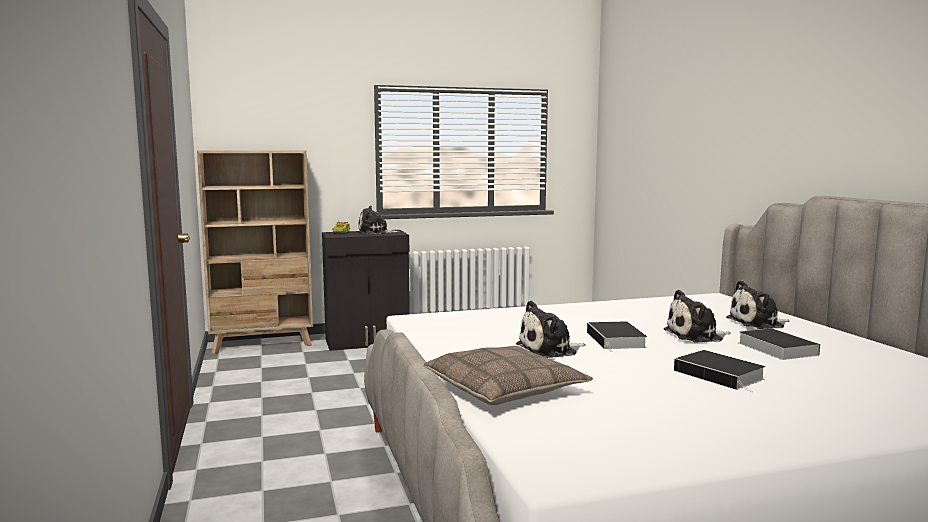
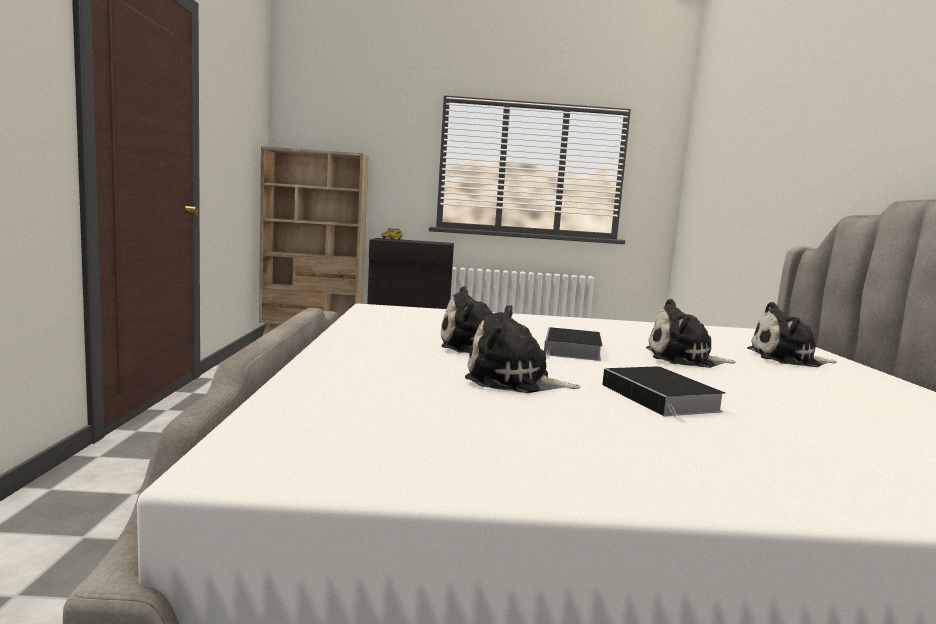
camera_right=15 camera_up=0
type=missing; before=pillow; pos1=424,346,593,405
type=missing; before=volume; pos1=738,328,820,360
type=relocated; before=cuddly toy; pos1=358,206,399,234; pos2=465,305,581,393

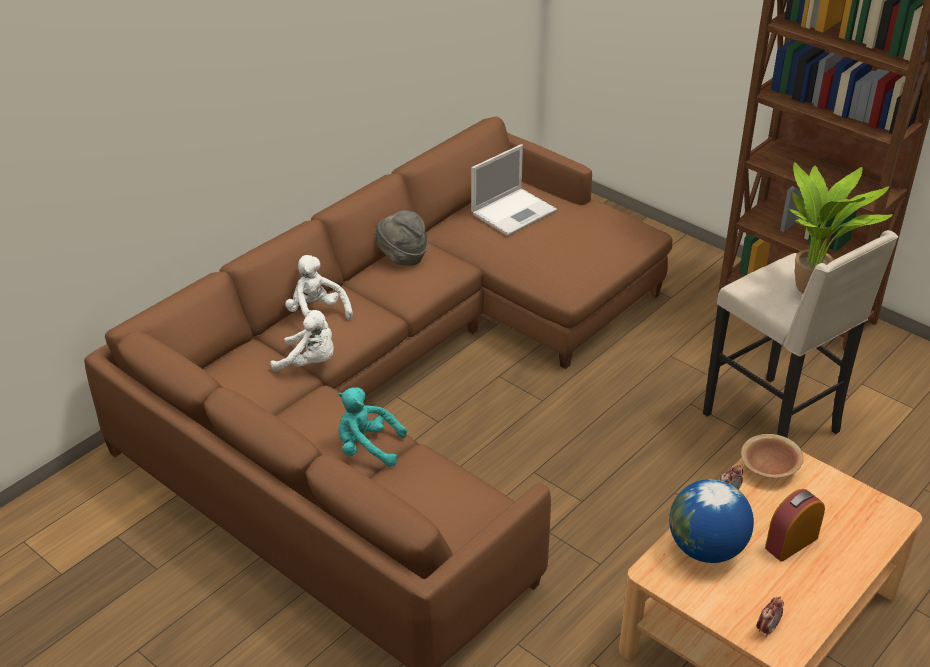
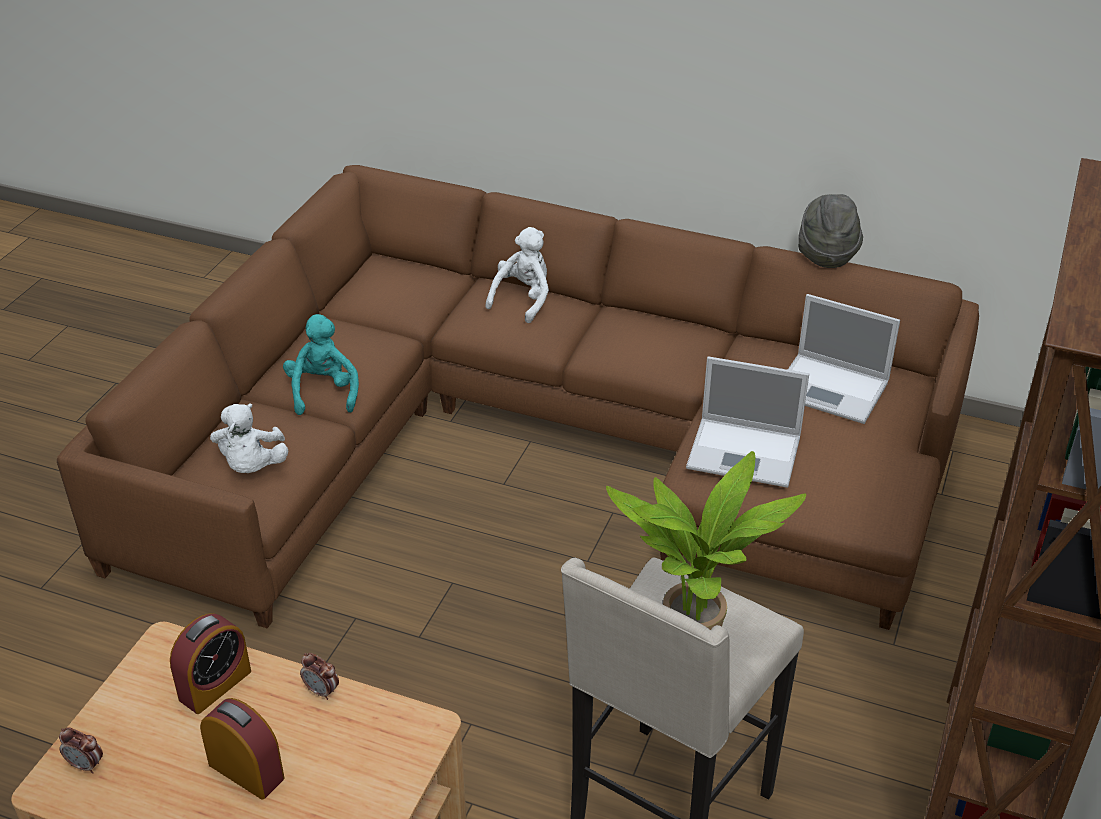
camera_right=70 camera_up=0
type=missing; before=brownish serving bowl; pos1=741,434,803,478
type=appeared; after=notebook computer; pos2=686,356,809,488
type=relocated; before=whitish cuddly toy; pos1=270,310,334,372; pos2=210,403,288,473
type=relocated; before=gray wearable hat; pos1=376,210,428,265; pos2=798,194,863,268
type=exchanged; before=world globe; after=alarm clock; pos1=669,479,754,563; pos2=170,613,251,714

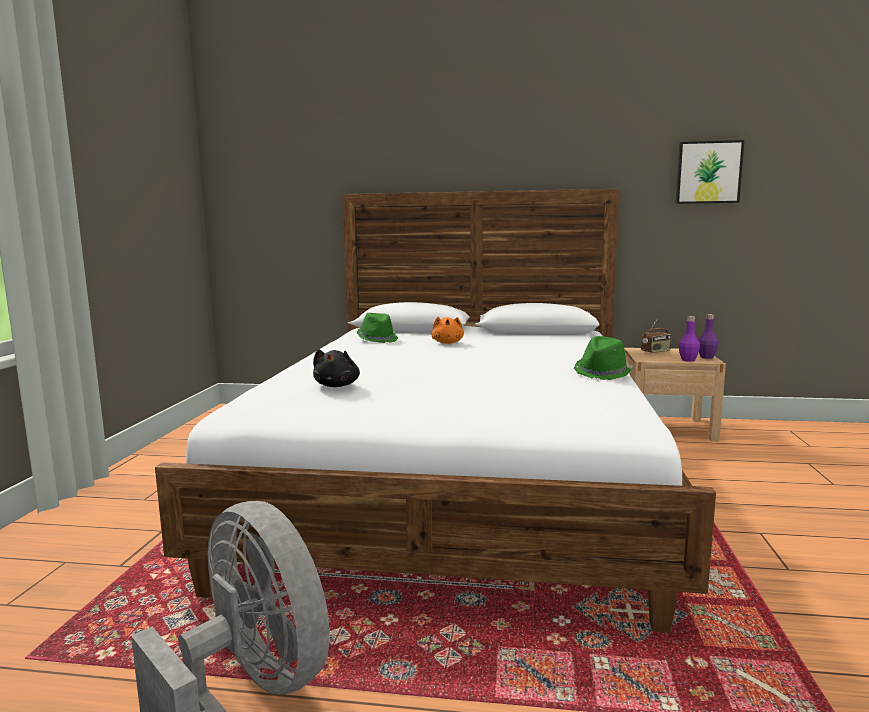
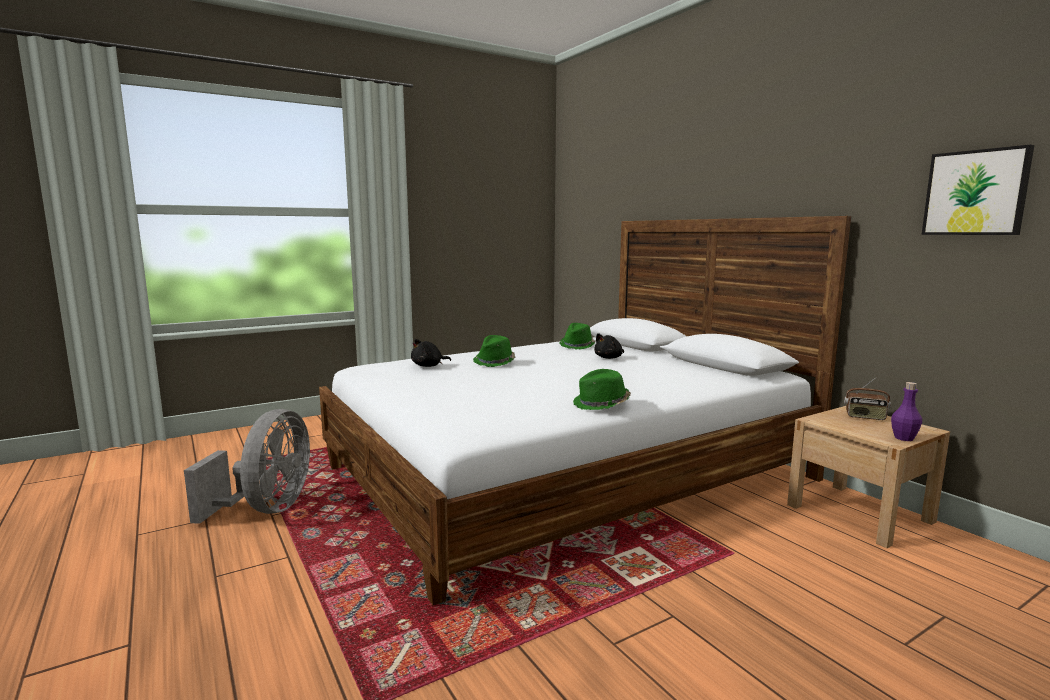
camera_right=50 camera_up=0
type=missing; before=purple beverage bottle; pos1=678,316,700,362
type=appeared; after=greenish wearable hat; pos2=473,335,515,367
type=colour; before=orange cuddly toy; after=black-coloured cuddly toy; pos1=431,317,464,344; pos2=594,333,624,359

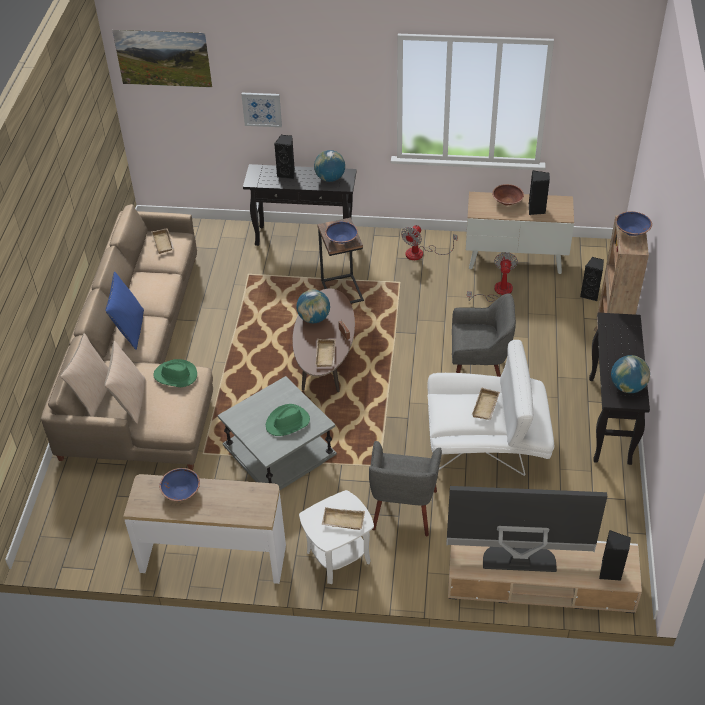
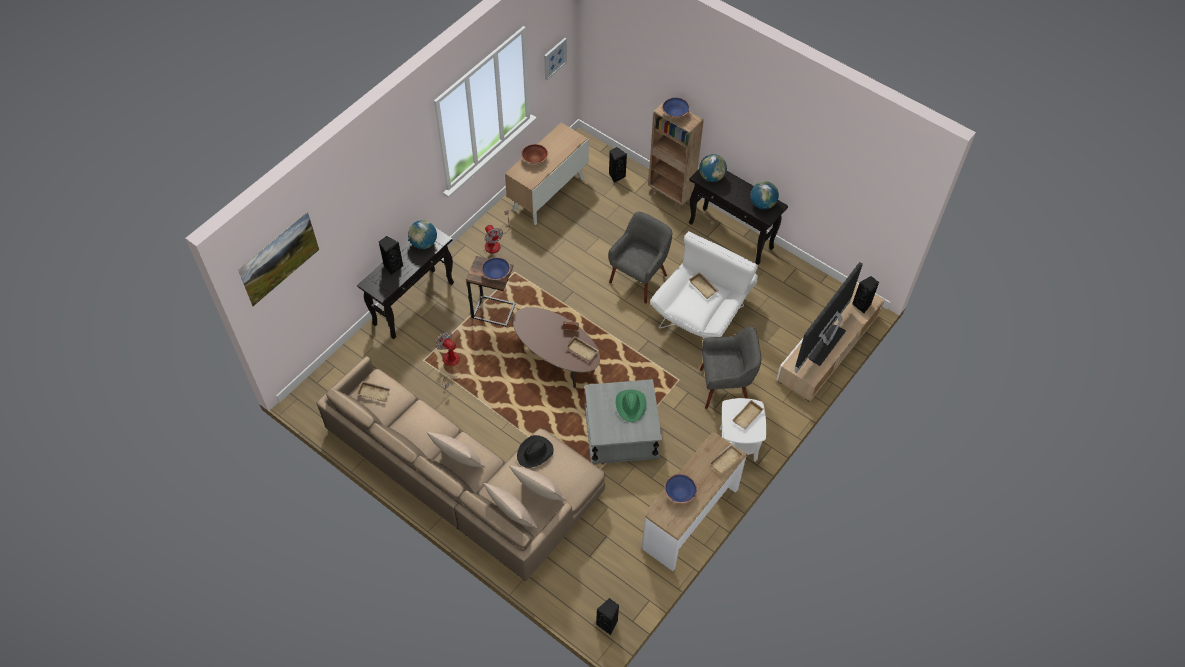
camera_right=-60 camera_up=10
type=appeared; after=beige-coloured carrying tray; pos2=709,444,743,474
type=relocated; before=wall art; pos1=241,93,282,127; pos2=544,38,567,80
type=relocated; before=world globe; pos1=297,290,330,323; pos2=699,154,727,182
type=relocated; before=cooling fan; pos1=467,252,518,302; pos2=436,332,460,390
type=relocated; before=black-coloured speaker; pos1=529,170,550,215; pos2=596,598,619,635
type=colour; before=bluish pillow; after=beige-coloured pillow; pos1=105,271,144,350; pos2=427,432,485,467
type=colour; before=greenish wearable hat; after=black-coloured wearable hat; pos1=153,359,197,387; pos2=517,435,554,468
type=spun; before=gray easy chair; pos1=369,441,442,536; pos2=700,326,761,409; turn=-45

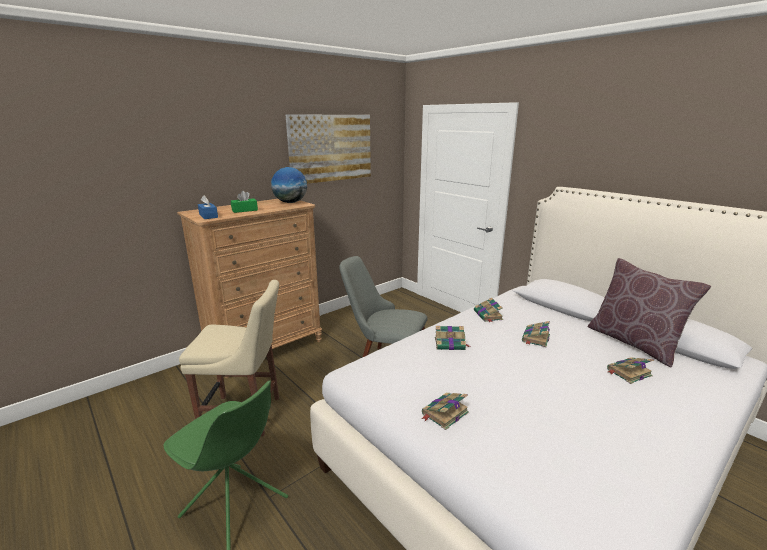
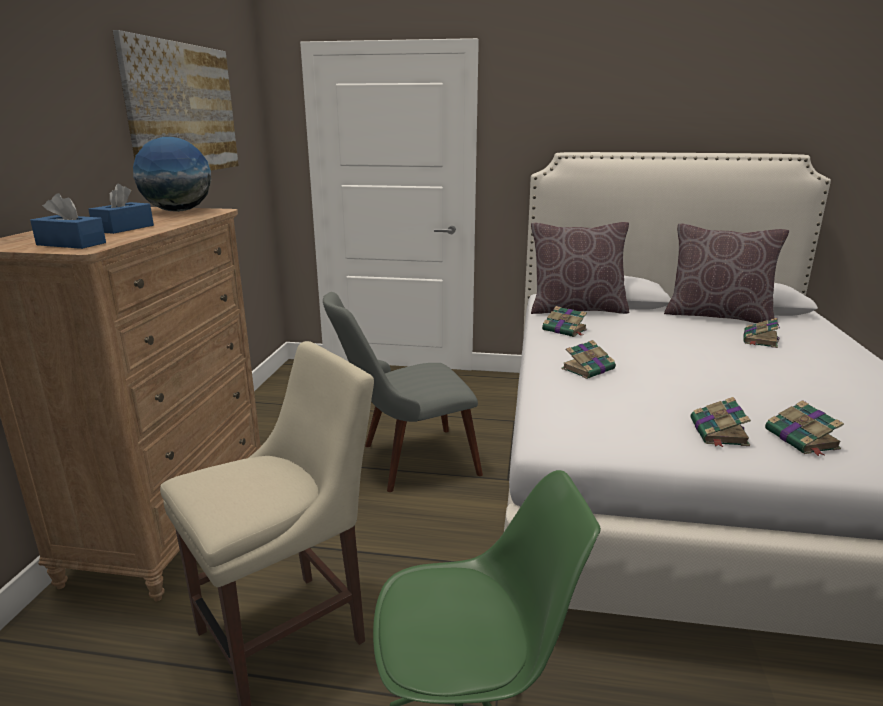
camera_right=-40 camera_up=0
type=appeared; after=brownish pillow; pos2=531,222,629,314
type=relocated; before=volume; pos1=522,321,550,347; pos2=765,400,844,456
type=colour; before=greenish tissue holder; after=bluish tissue holder; pos1=231,191,258,213; pos2=88,184,154,234

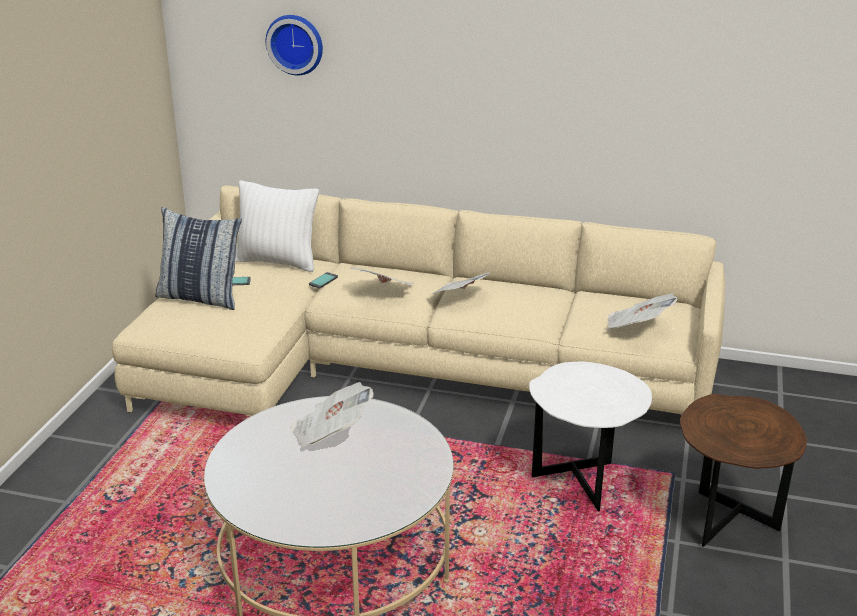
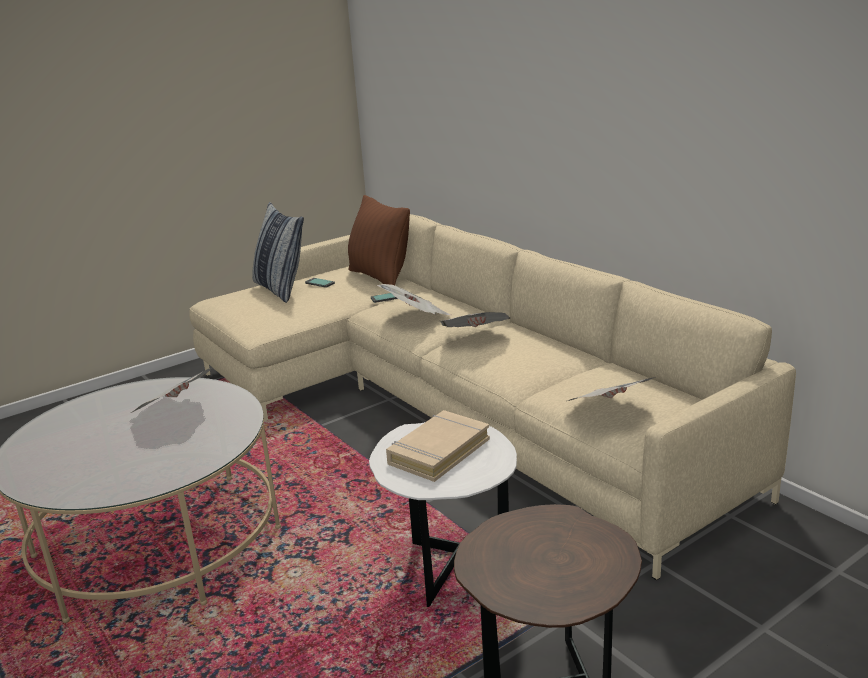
camera_right=40 camera_up=-5
type=missing; before=hanging clock; pos1=266,15,323,75
type=appeared; after=beige-coloured volume; pos2=386,410,490,482
type=colour; before=whitish pillow; after=brownish pillow; pos1=235,180,319,272; pos2=348,195,410,285

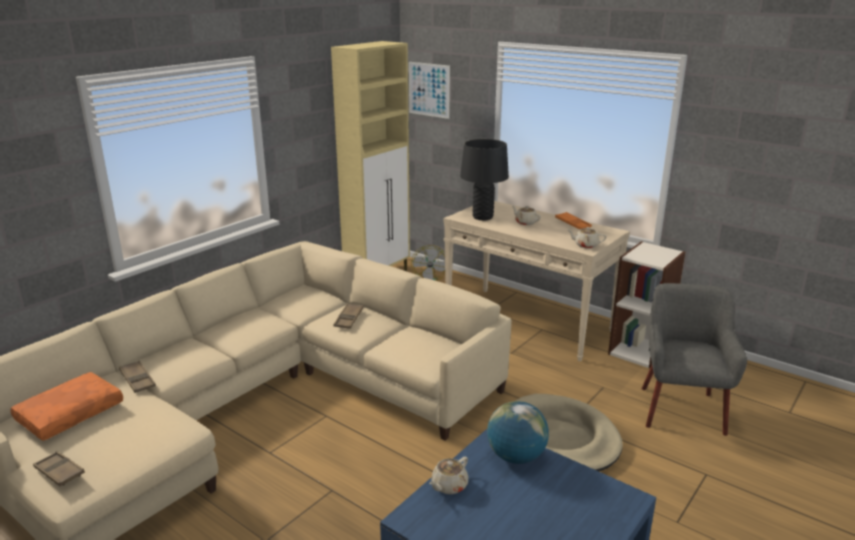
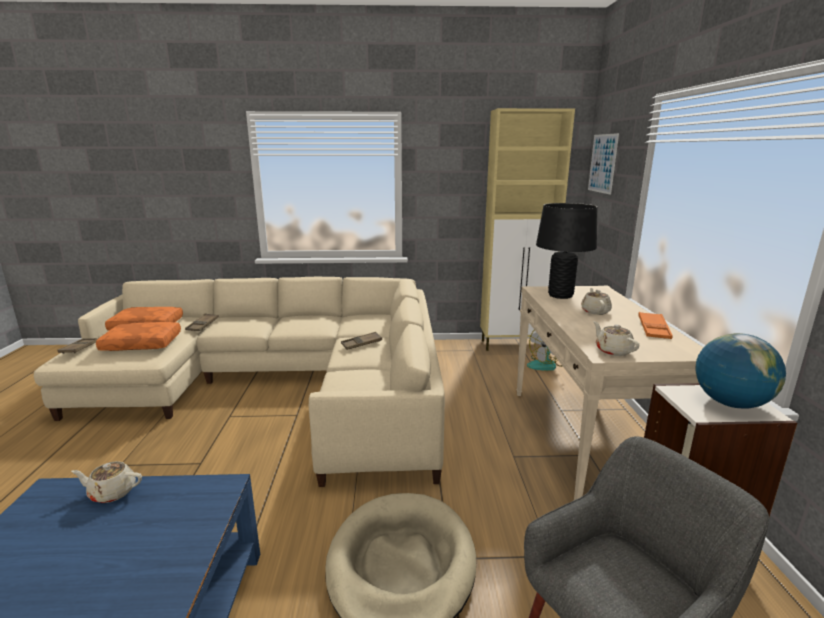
camera_right=50 camera_up=-5
type=appeared; after=orange pillow; pos2=96,322,181,351
type=relocated; before=world globe; pos1=487,401,549,464; pos2=696,333,786,409

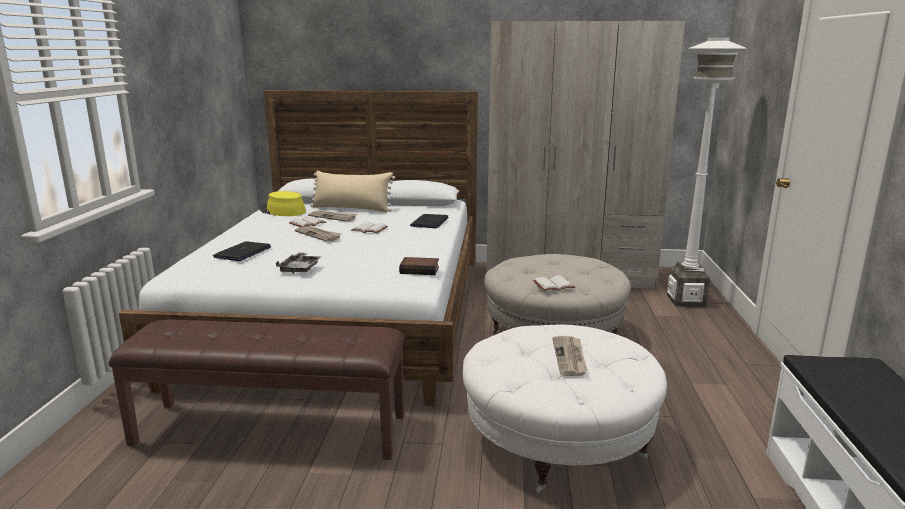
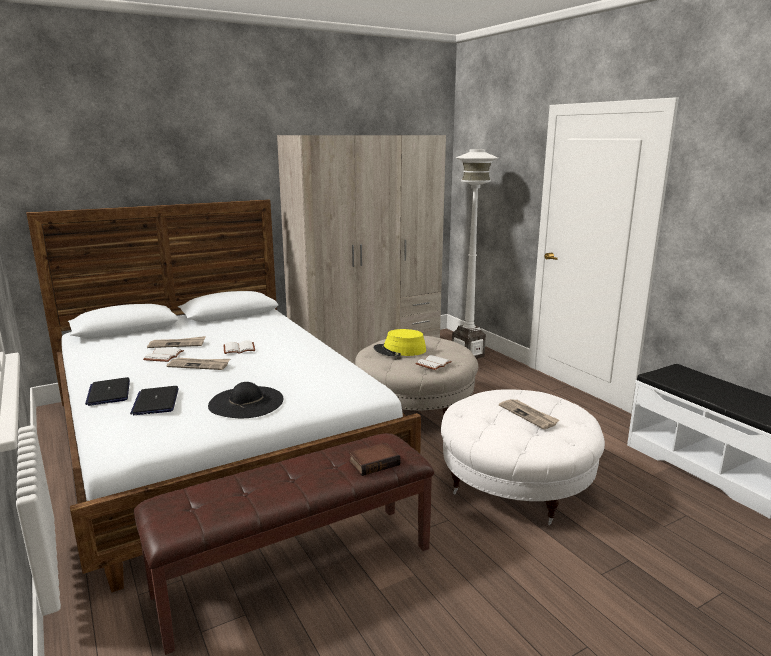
camera_right=-35 camera_up=0
type=missing; before=beige-coloured pillow; pos1=310,171,395,212
type=relocated; before=yellow wearable hat; pos1=260,191,306,216; pos2=373,329,426,356
type=relocated; before=volume; pos1=399,257,439,275; pos2=349,443,401,476
type=relocated; before=notebook computer; pos1=410,214,449,228; pos2=85,377,130,406
type=exchanged; before=gray carrying tray; after=black-coloured wearable hat; pos1=276,252,322,274; pos2=208,382,283,418

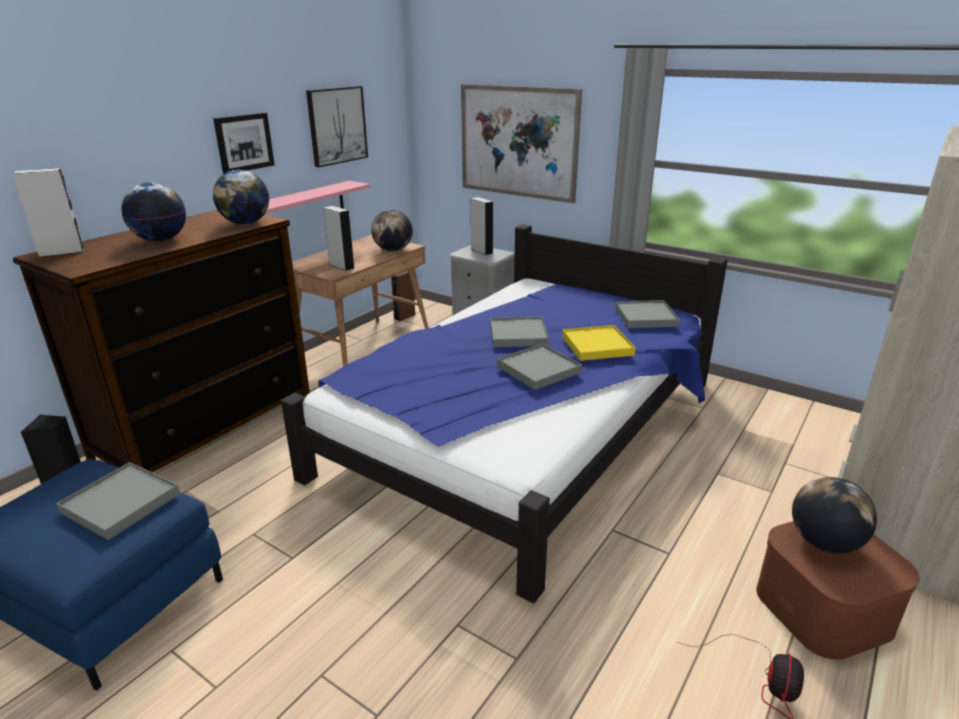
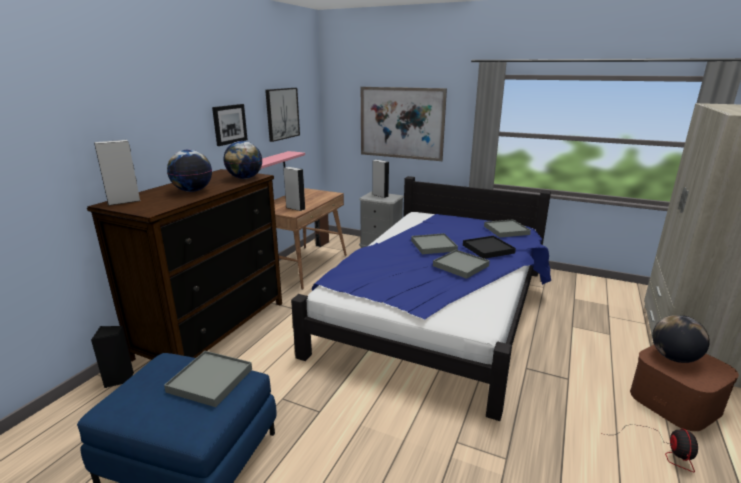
camera_right=-10 camera_up=-5
type=missing; before=world globe; pos1=371,210,413,251
type=colour; before=yellow carrying tray; after=black-coloured carrying tray; pos1=562,325,636,361; pos2=463,236,516,259

